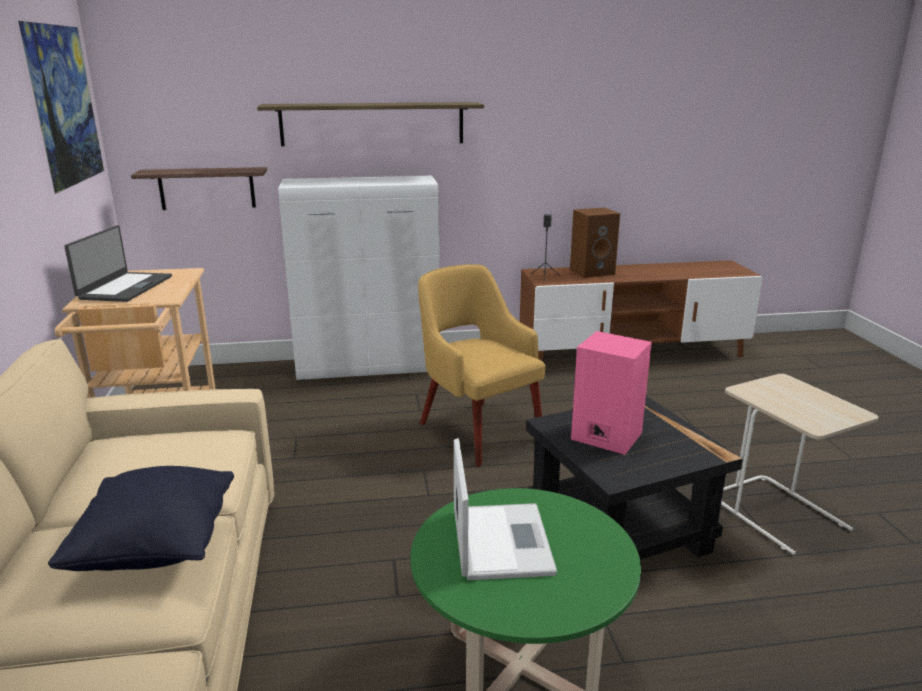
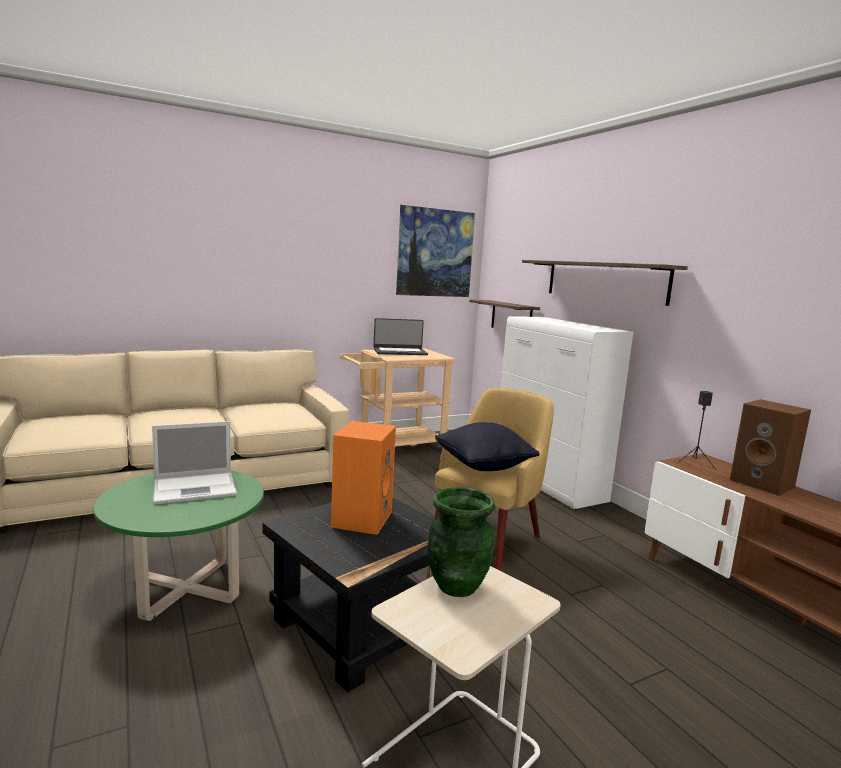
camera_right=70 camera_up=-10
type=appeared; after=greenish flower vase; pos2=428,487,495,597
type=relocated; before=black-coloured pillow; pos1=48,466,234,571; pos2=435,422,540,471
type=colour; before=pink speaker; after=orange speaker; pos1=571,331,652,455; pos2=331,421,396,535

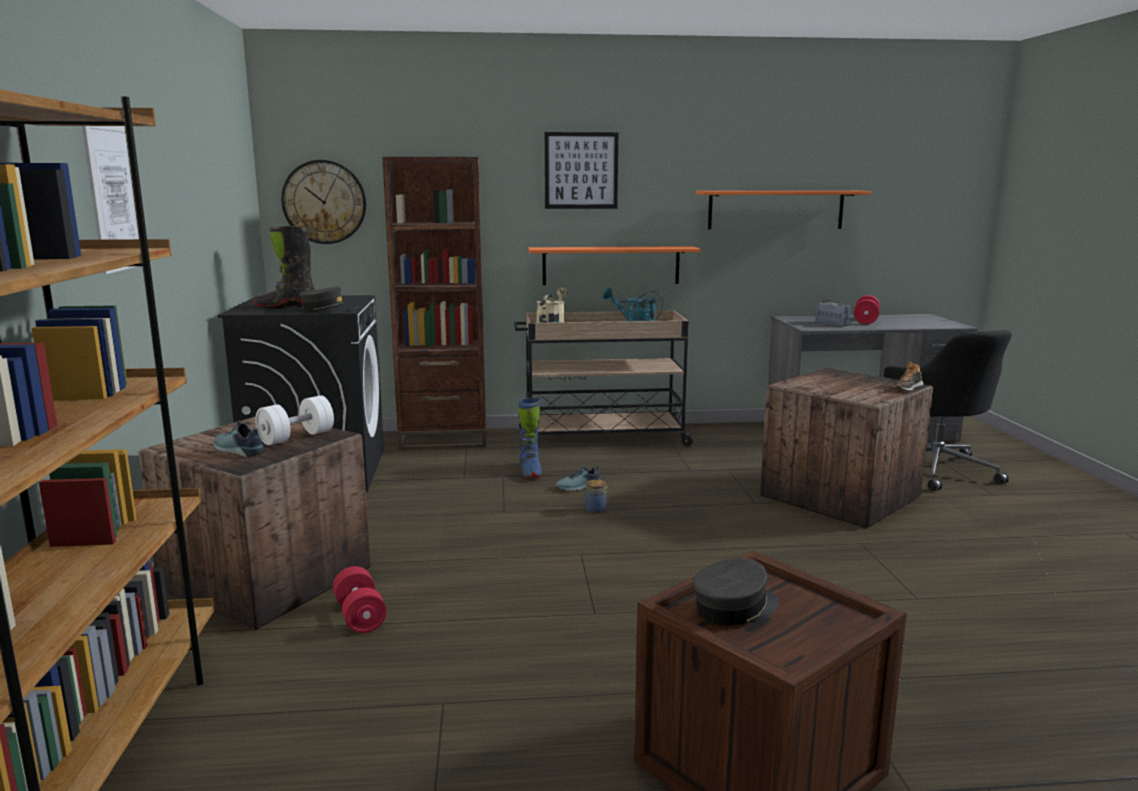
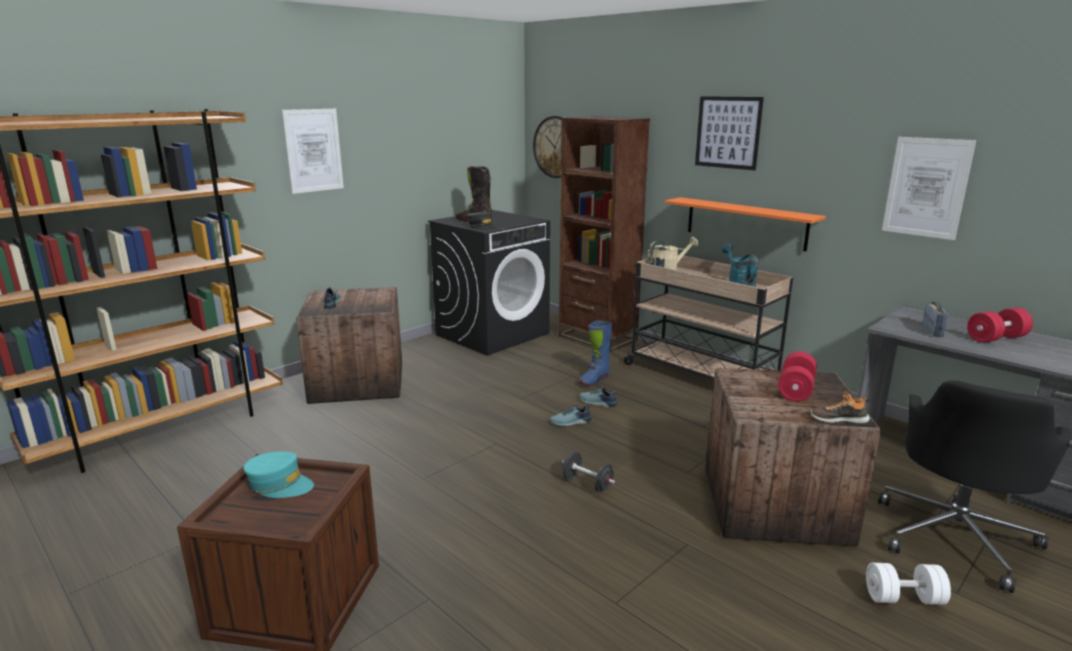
camera_right=50 camera_up=5
type=appeared; after=black-coloured dumbbell; pos2=562,451,615,493
type=relocated; before=whitish dumbbell; pos1=255,395,334,445; pos2=866,563,951,605
type=relocated; before=red dumbbell; pos1=333,566,387,633; pos2=778,352,817,402
type=exchanged; before=jar; after=shoe; pos1=585,480,609,513; pos2=550,404,591,426
type=exchanged; before=orange bracket shelf; after=wall art; pos1=696,191,871,229; pos2=882,137,976,240
type=colour; before=gray baseball cap; after=turquoise-coloured baseball cap; pos1=693,558,779,626; pos2=243,451,314,498

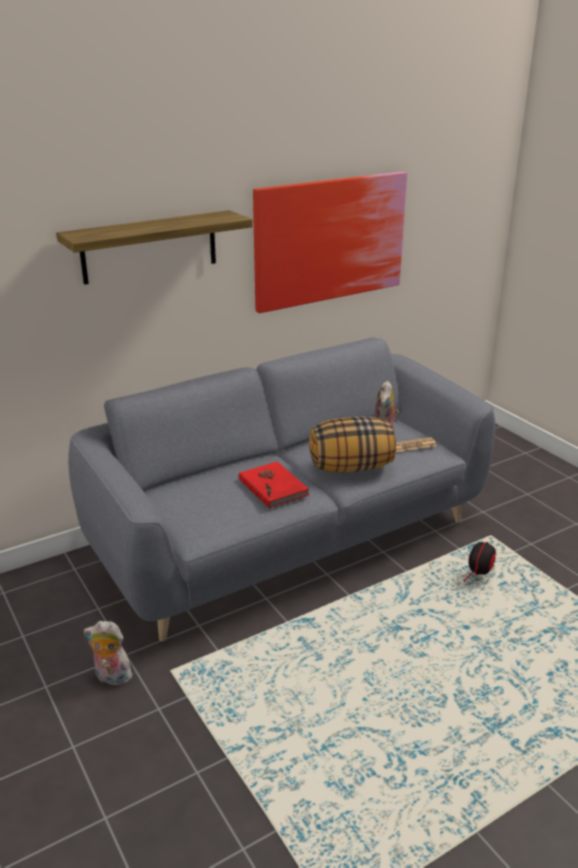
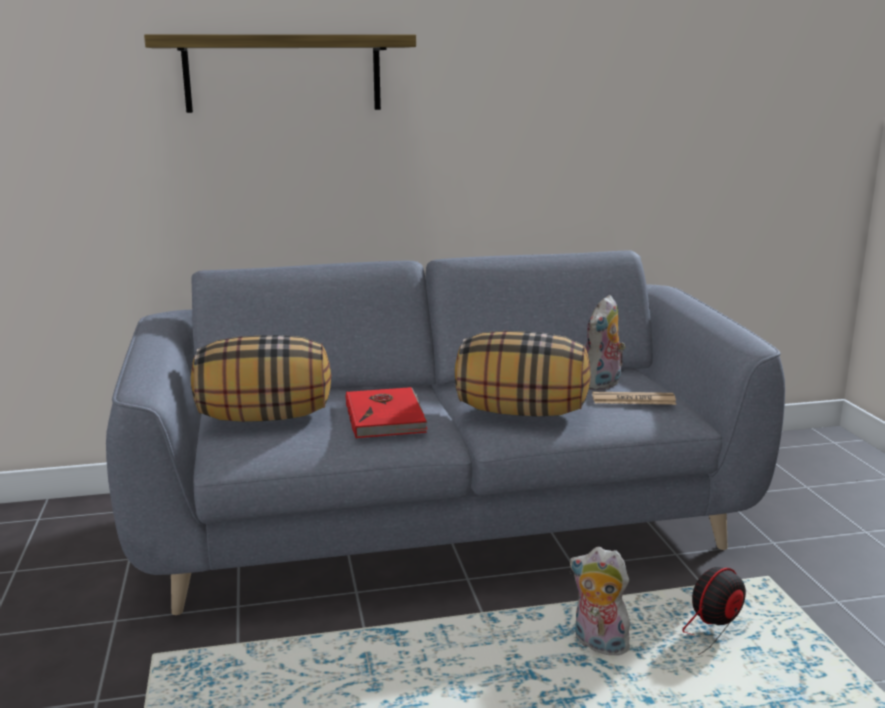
camera_right=20 camera_up=-10
type=missing; before=wall art; pos1=253,172,407,313
type=appeared; after=pillow; pos2=191,335,331,422
type=relocated; before=cuddly toy; pos1=84,621,132,685; pos2=570,547,630,655

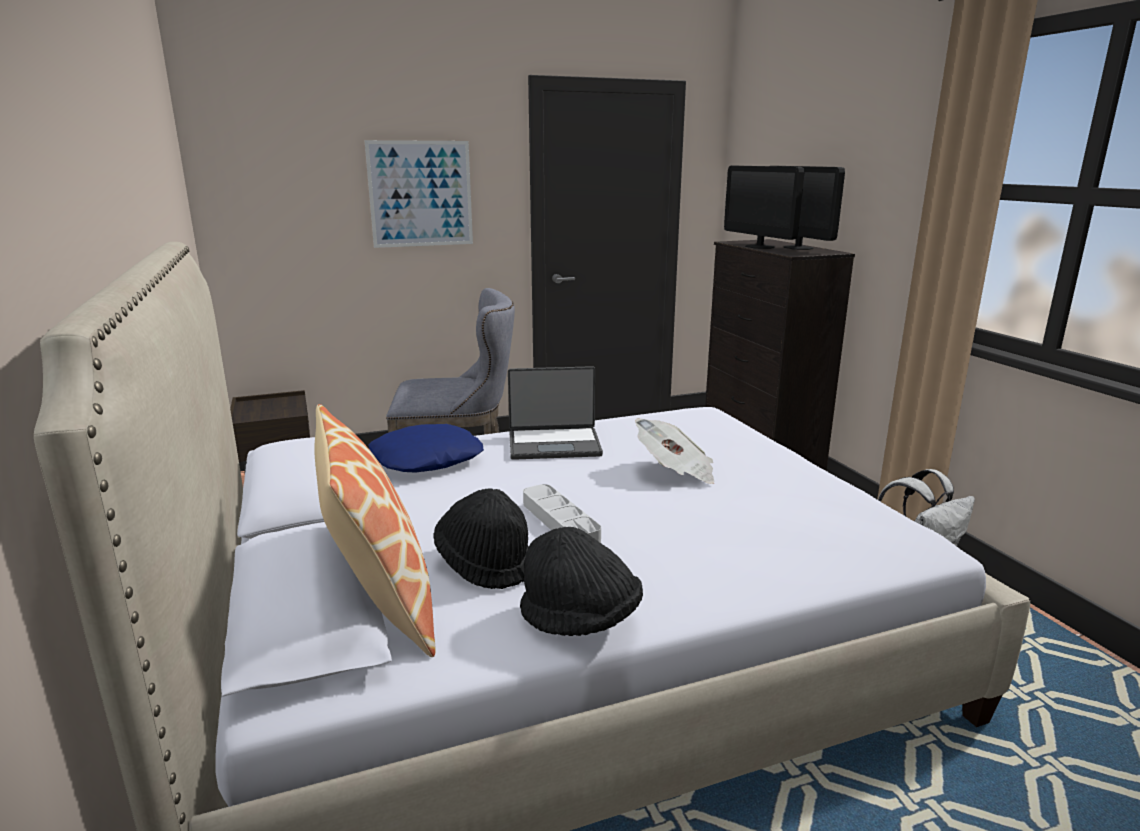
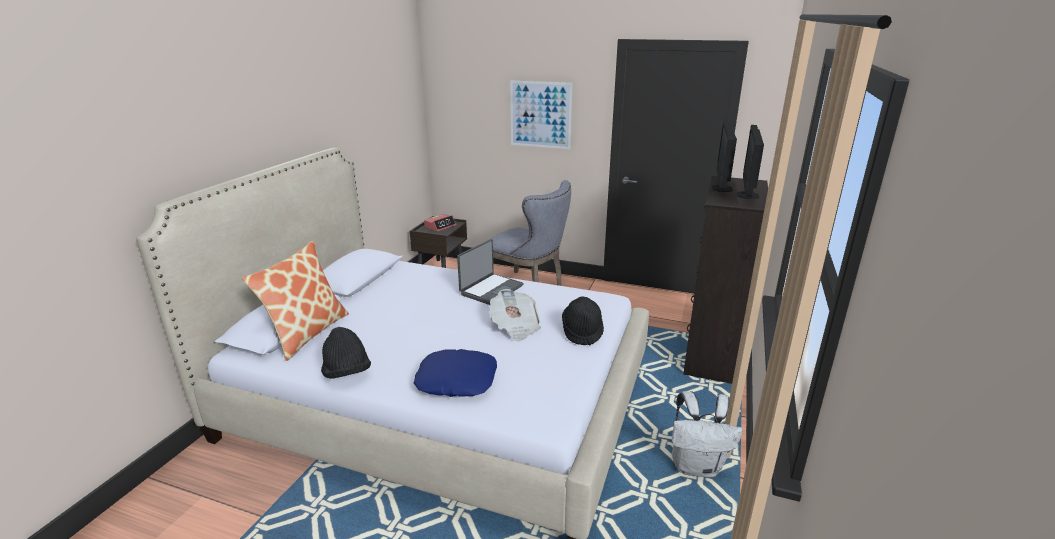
camera_right=40 camera_up=5
type=missing; before=gray carrying tray; pos1=523,484,601,543
type=appeared; after=alarm clock; pos2=424,214,456,232
type=relocated; before=bluish pillow; pos1=368,424,484,473; pos2=414,349,497,397
type=relocated; before=black-coloured wearable hat; pos1=434,488,529,589; pos2=562,297,604,345
type=spun; before=notebook computer; pos1=508,366,603,460; pos2=457,239,524,305; turn=-90

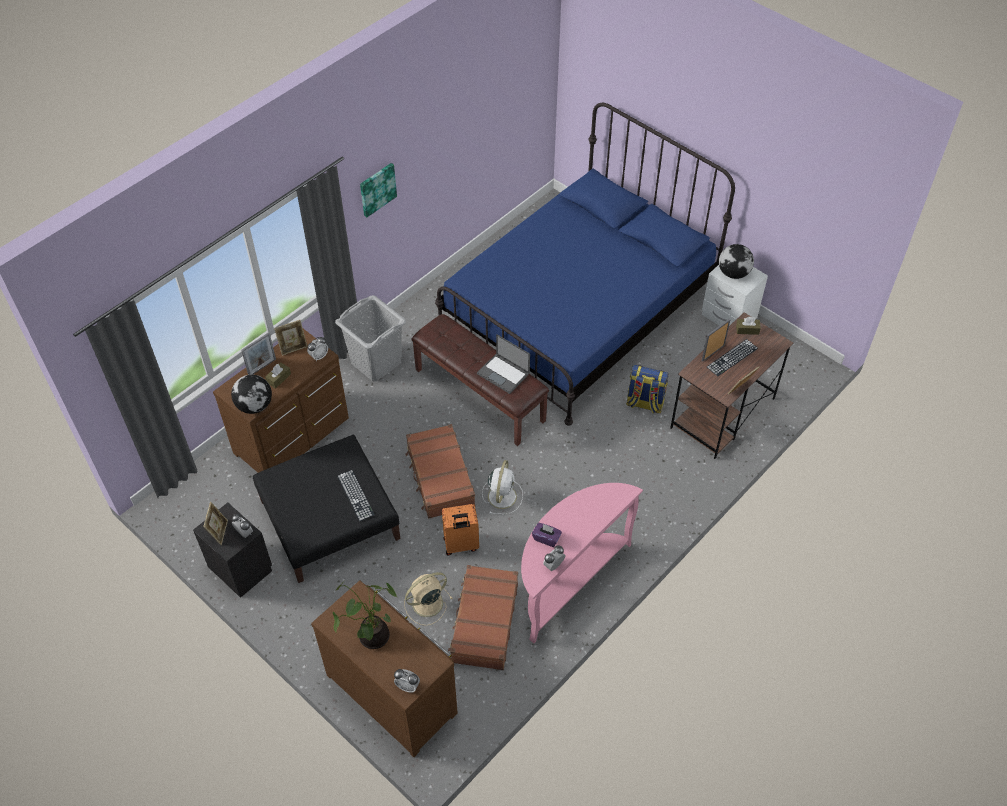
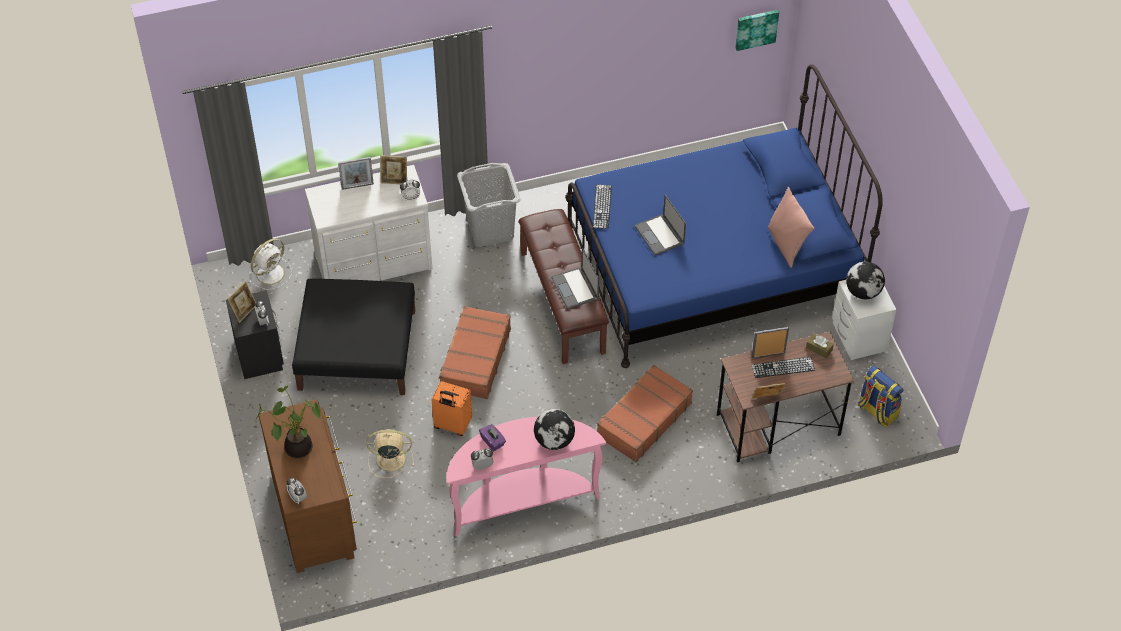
camera_right=30 camera_up=0
type=missing; before=brownish tissue holder; pos1=265,363,291,388
type=appeared; after=notebook computer; pos2=635,194,686,256
type=appeared; after=pink pillow; pos2=768,186,814,268
type=relocated; before=world globe; pos1=231,375,272,414; pos2=534,409,575,450
type=relocated; before=keyboard; pos1=337,470,375,521; pos2=593,184,612,229
type=relocated; before=wall art; pos1=360,163,397,217; pos2=735,10,779,51
type=relocated; before=brownish travel case; pos1=448,565,518,670; pos2=597,365,693,462
type=relocated; before=whitish cooling fan; pos1=482,460,523,514; pos2=249,238,292,290
type=relocated; before=backpack; pos1=626,365,669,413; pos2=858,366,904,427
type=colour; before=brownish dresser; after=whitish dresser; pos1=213,329,349,473; pos2=305,165,432,281

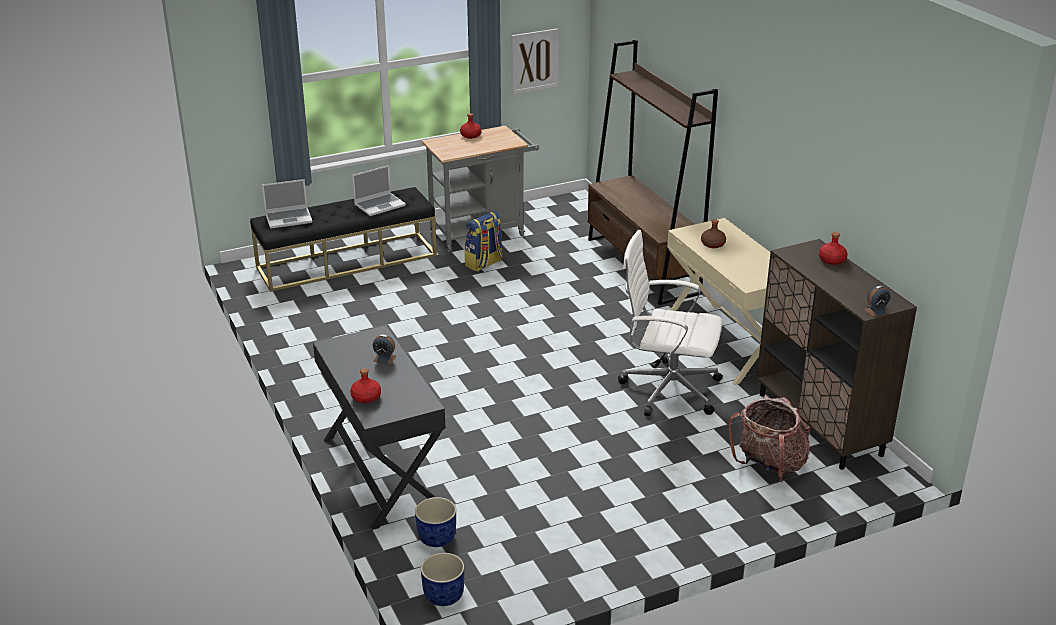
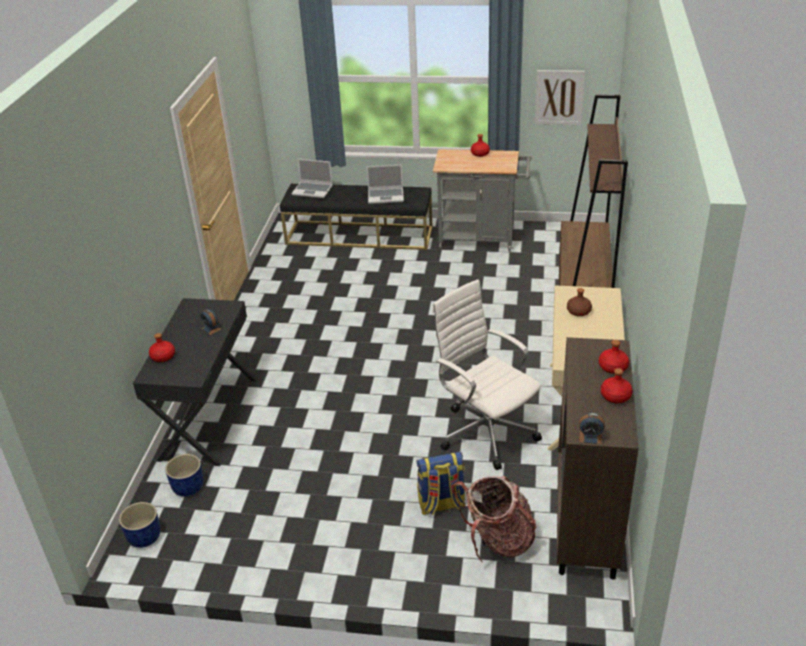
camera_right=35 camera_up=5
type=appeared; after=red beverage bottle; pos2=601,368,633,403
type=relocated; before=backpack; pos1=465,211,503,272; pos2=416,452,466,515

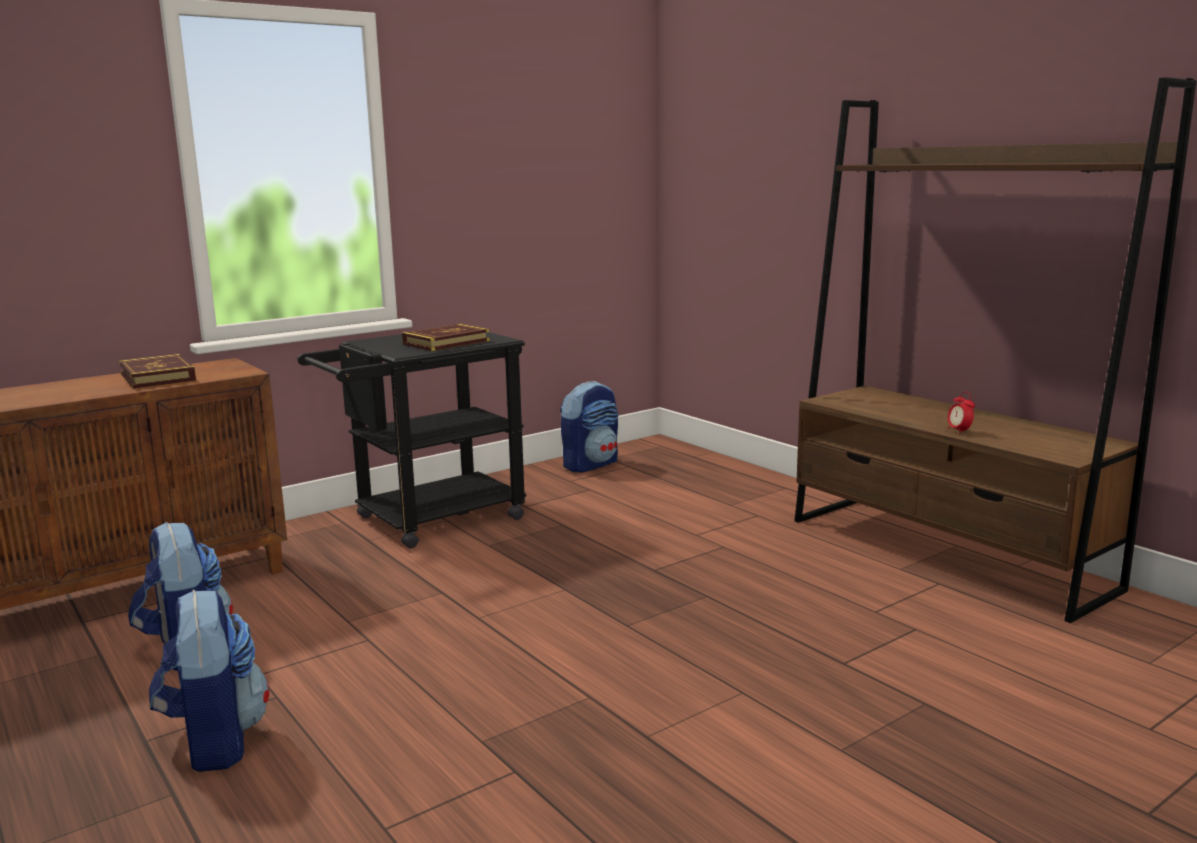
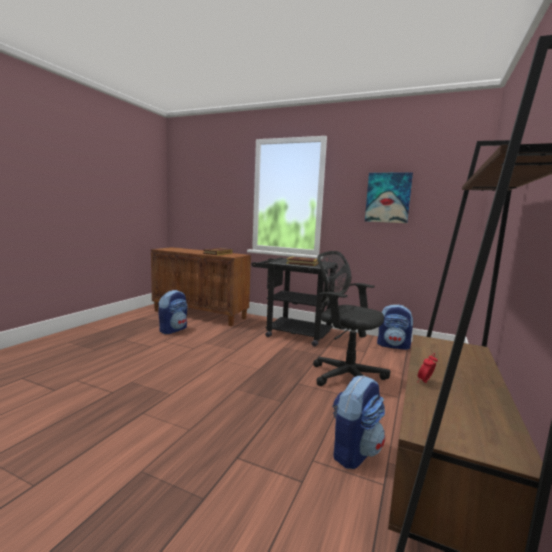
camera_right=60 camera_up=-5
type=appeared; after=black-coloured office chair; pos2=313,251,391,386
type=appeared; after=wall art; pos2=365,172,413,223
type=relocated; before=backpack; pos1=149,590,269,772; pos2=333,375,385,469

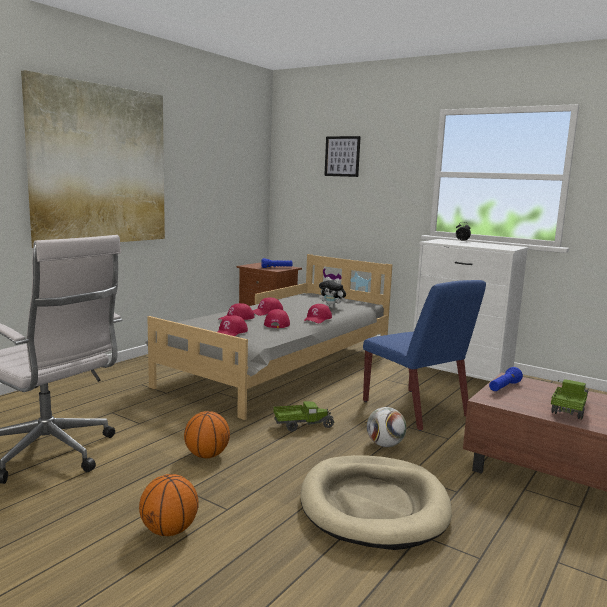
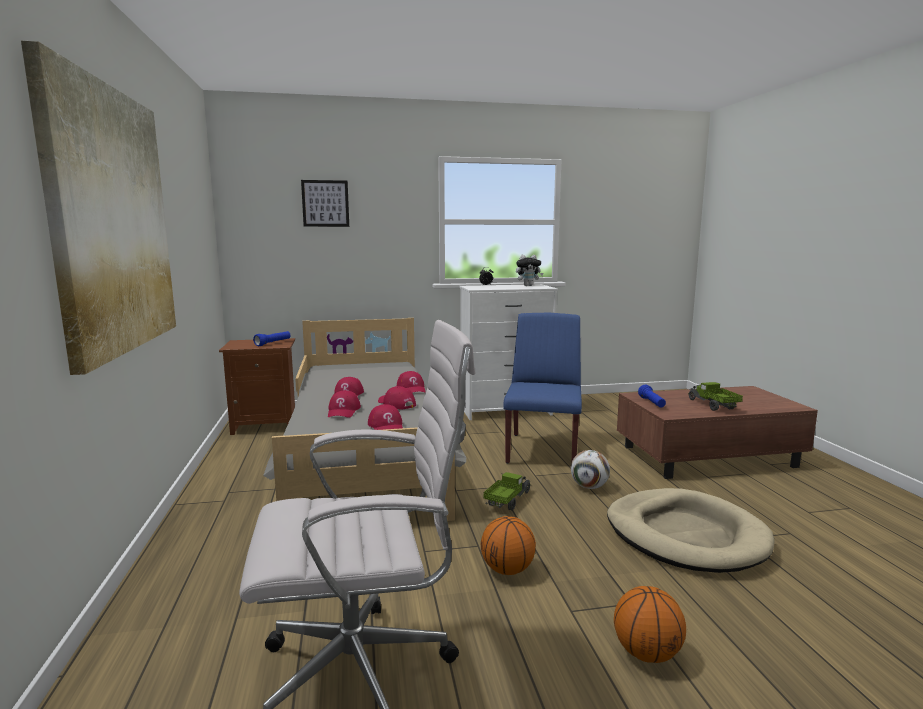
camera_right=-45 camera_up=0
type=relocated; before=cuddly toy; pos1=319,277,346,309; pos2=516,255,544,286
type=spun; before=bluish chair; pos1=363,280,486,431; pos2=503,313,582,464; turn=-90

